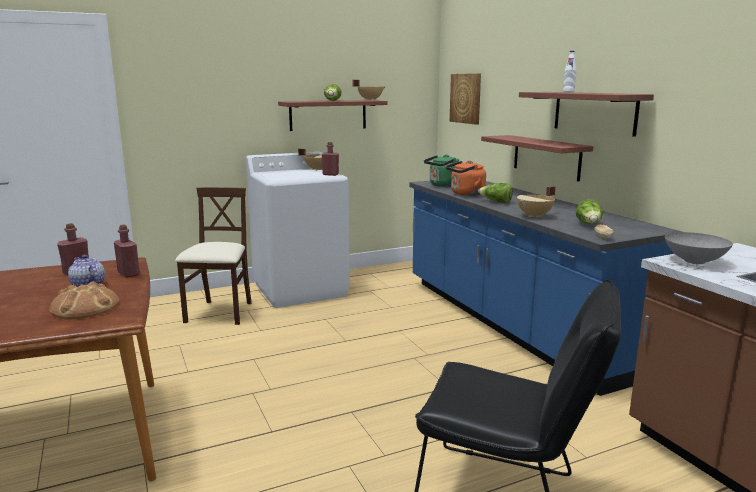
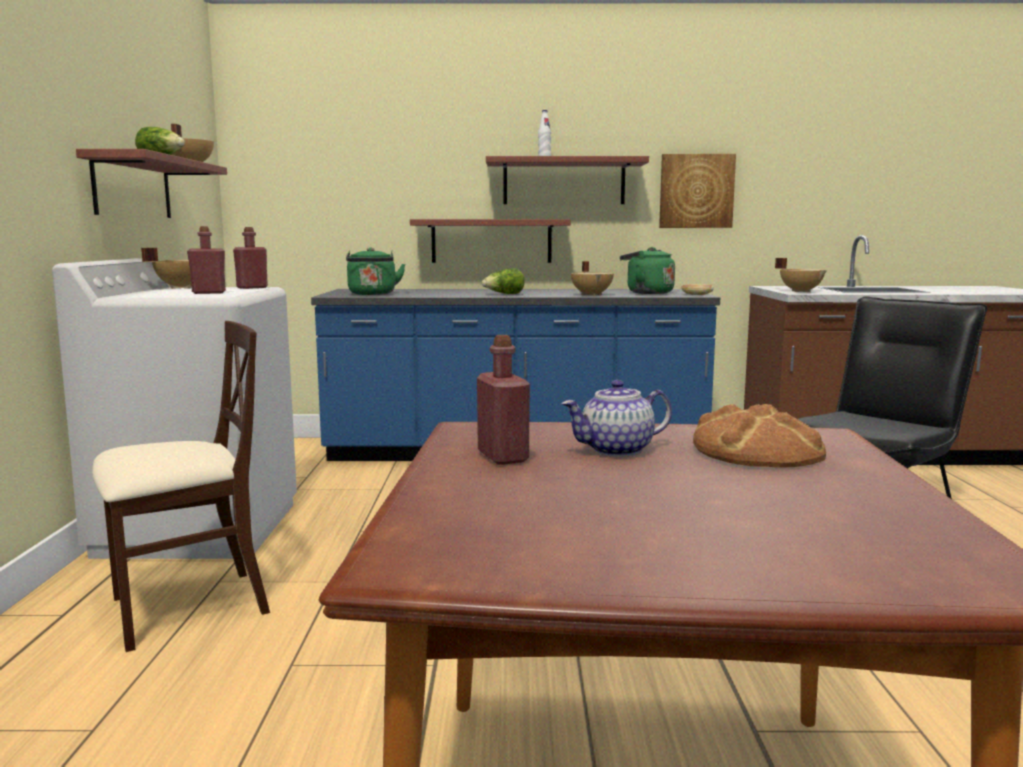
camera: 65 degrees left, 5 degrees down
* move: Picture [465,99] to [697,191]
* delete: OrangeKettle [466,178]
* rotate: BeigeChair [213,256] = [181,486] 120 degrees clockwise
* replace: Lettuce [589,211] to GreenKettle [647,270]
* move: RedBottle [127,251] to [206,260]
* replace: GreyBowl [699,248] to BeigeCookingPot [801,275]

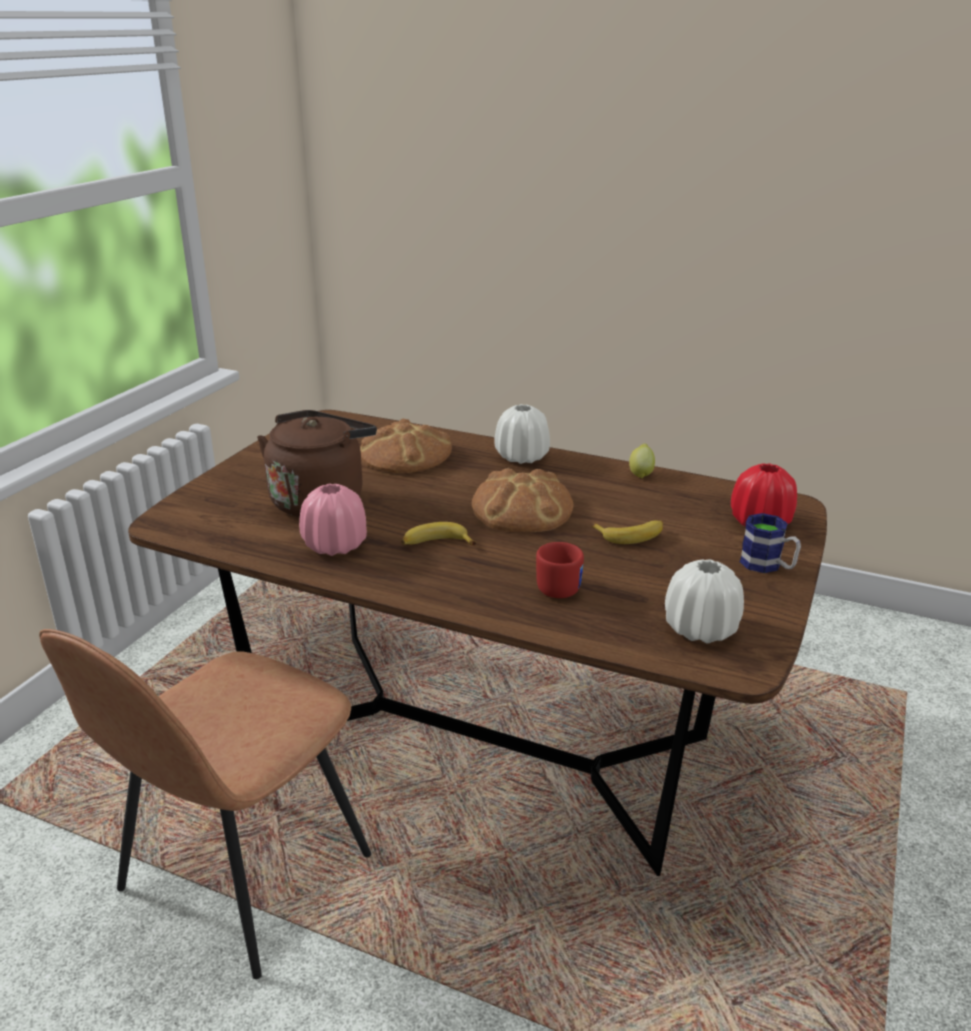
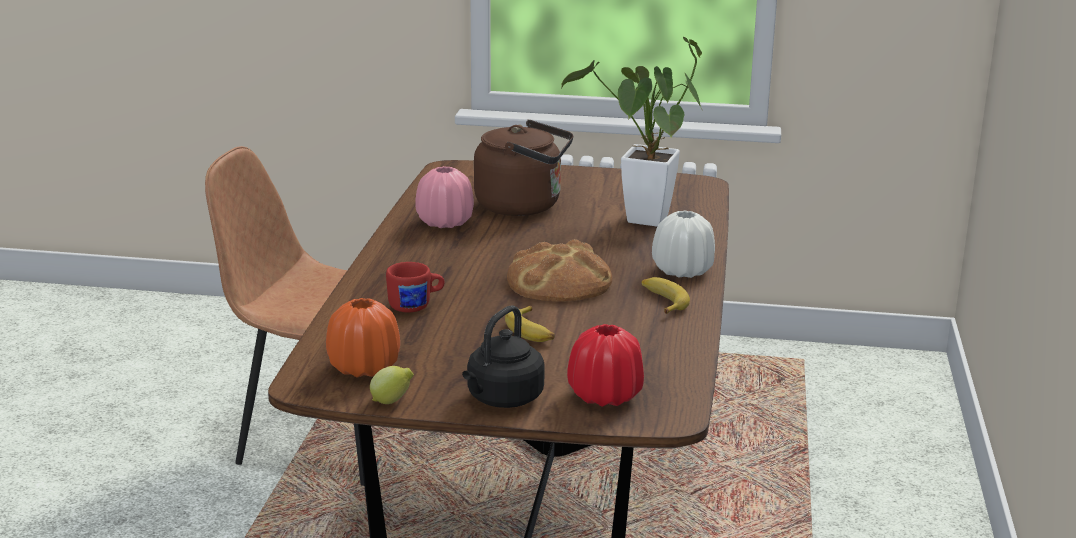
camera: 75 degrees right, 5 degrees down
* replace: Bread [406,445] to PottedPlant [631,132]
* move: Lemon [642,461] to [392,385]
* replace: Mug [770,543] to BlackKettle [503,356]
* move: Banana [438,533] to [665,295]
* recolor: WhiteVase [704,601] to OrangeVase [363,337]

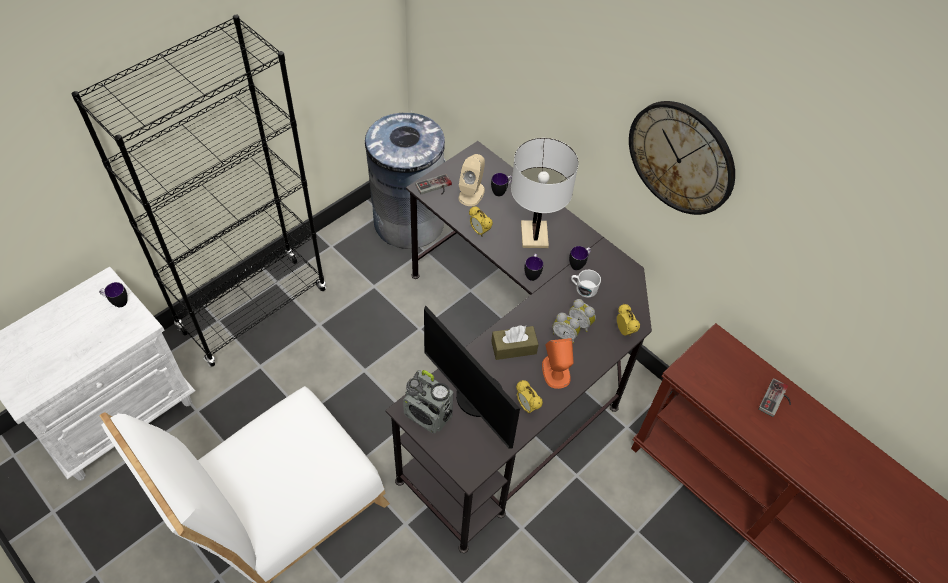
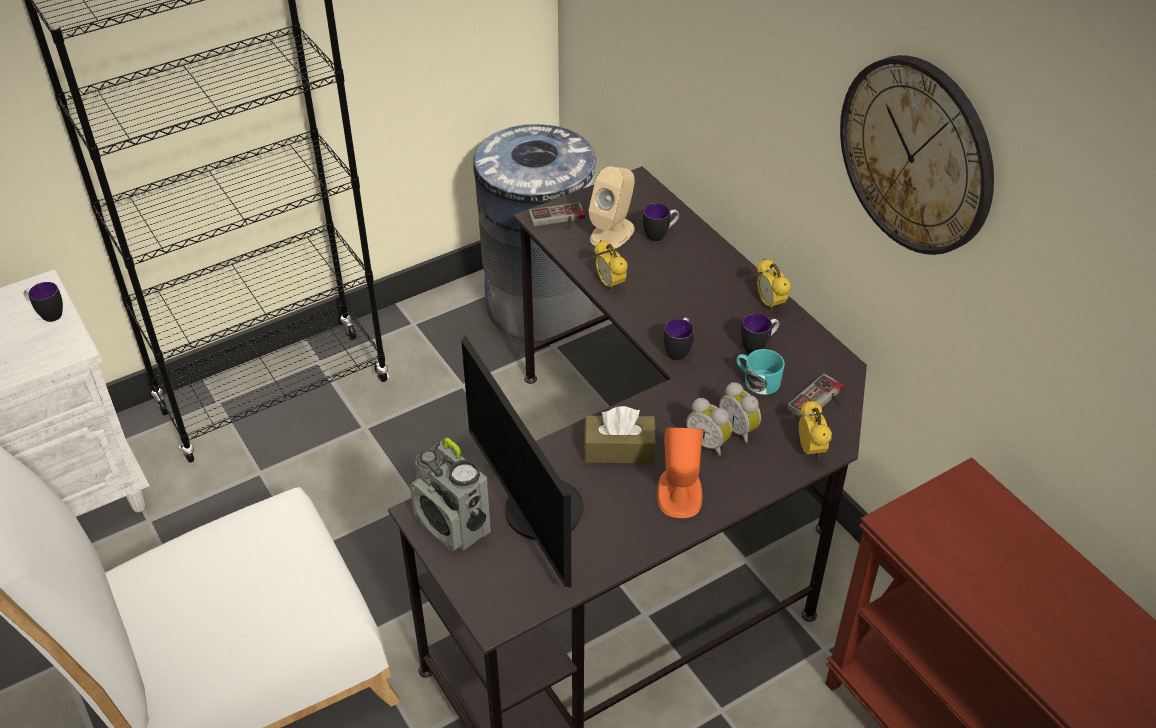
camera: 15 degrees right, 10 degrees down
* delete: WhiteTableLamp [545,193]
* recolor: WhiteMug [586,283] to TurquoiseMug [760,372]
* move: GameController [774,397] to [815,395]
* move: AlarmClock [529,397] to [774,285]

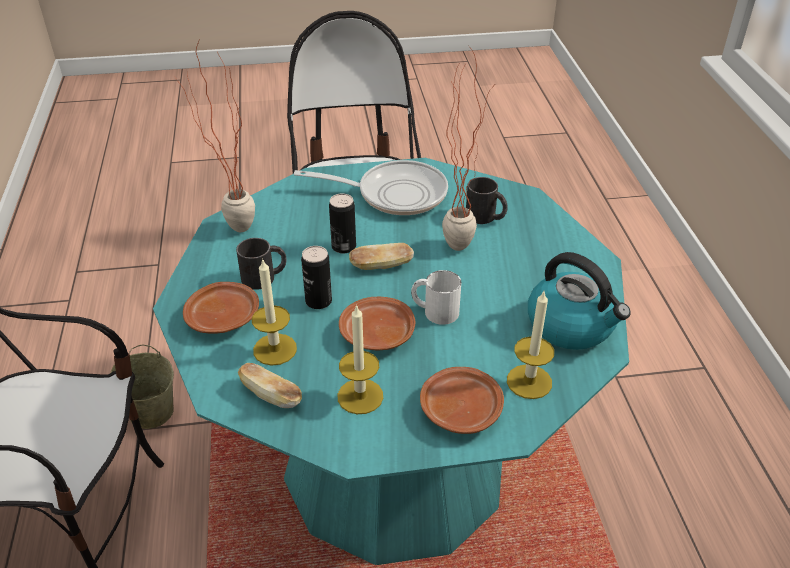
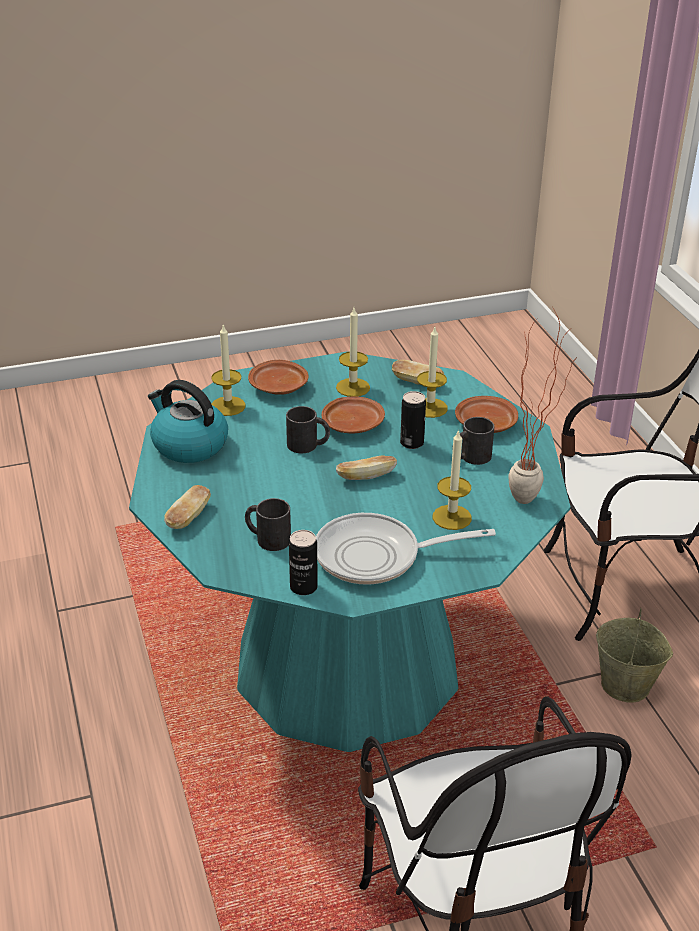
camera: 170 degrees right, 5 degrees down
* delete: PottedPlant [467,148]
* move: Can [342,223] to [303,562]
* recolor: WhiteMug [436,297] to BlackMug [308,429]
* insert: Candle [452,479]
* insert: Bread [187,507]

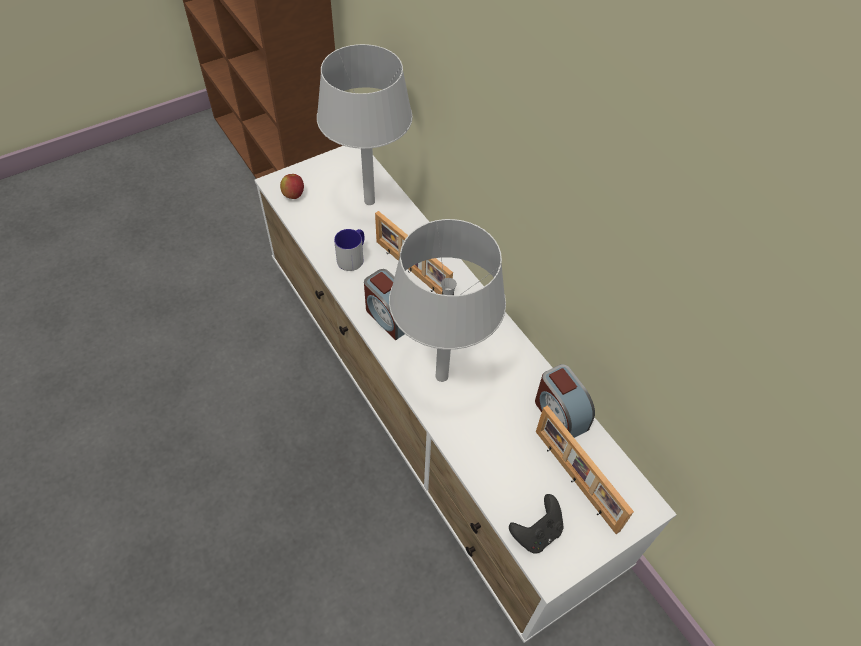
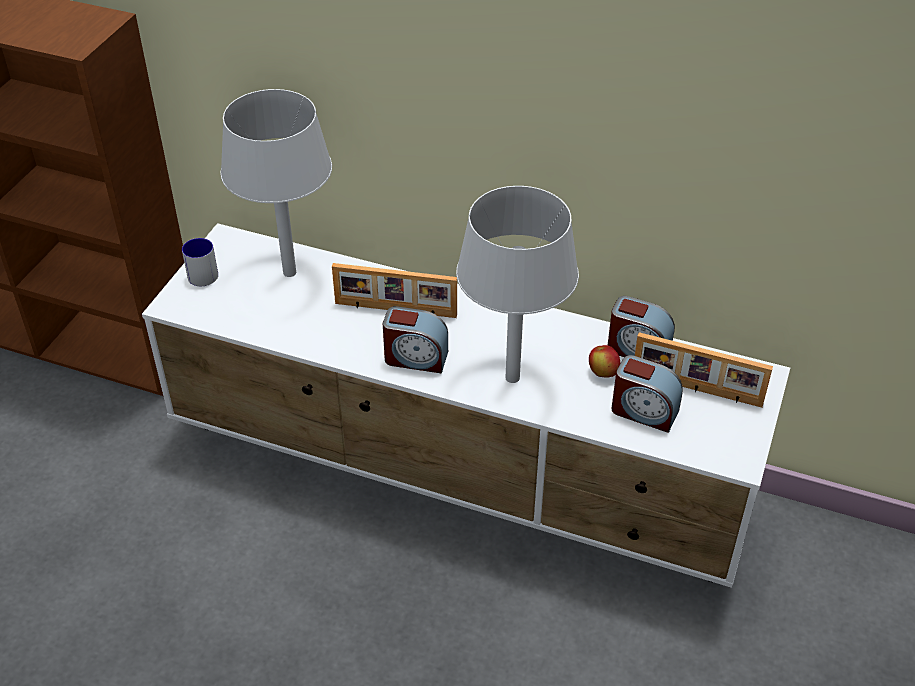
camera: 35 degrees left, 10 degrees down
* move: Apple [292,186] to [604,361]
* move: Mug [349,250] to [200,262]
* delete: BlackGameController [536,524]
* insert: AlarmClock [647,394]

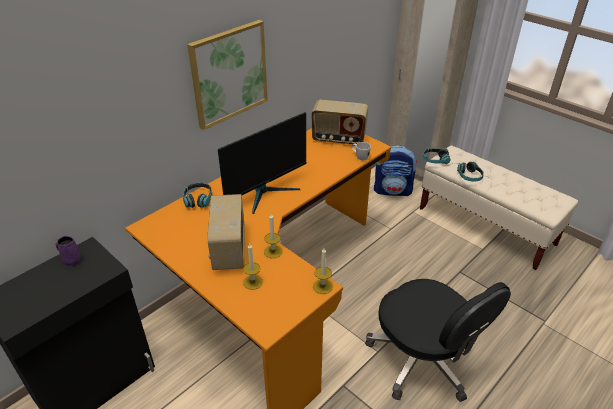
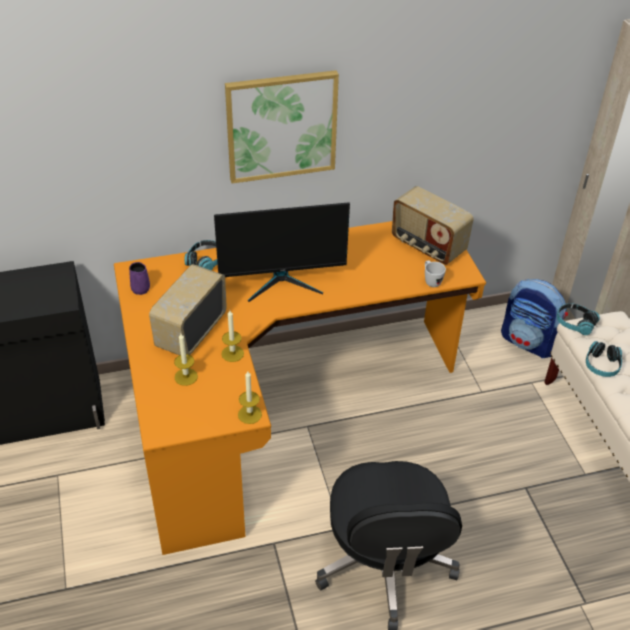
camera: 30 degrees right, 5 degrees up
* move: PurpleMug [68,251] to [139,278]

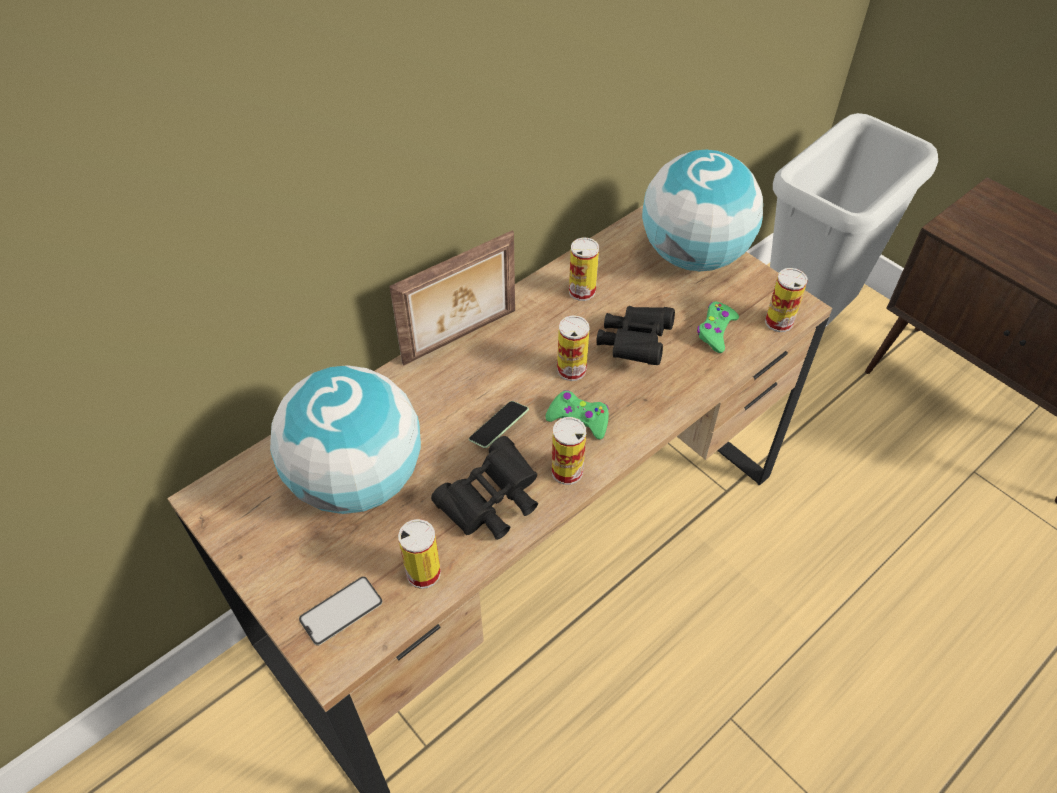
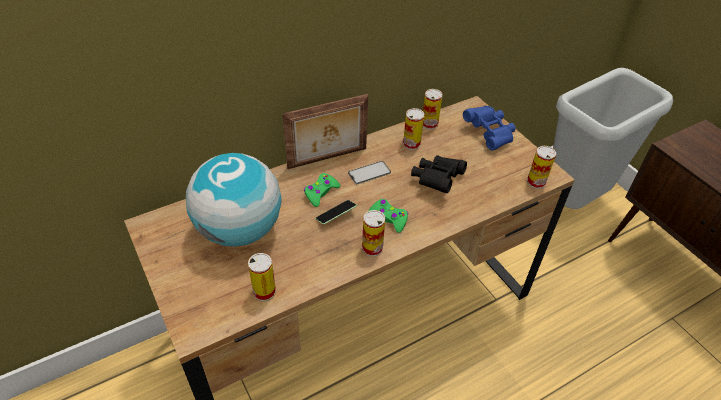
camera: 10 degrees right, 5 degrees down
* replace: Globe [702,210] to BlueBinoculars [489,128]
* move: GreenGameController [718,327] to [322,190]
* move: Can [573,348] to [433,109]
* delete: BlackBinoculars [484,488]
* move: Phone [341,611] to [369,172]

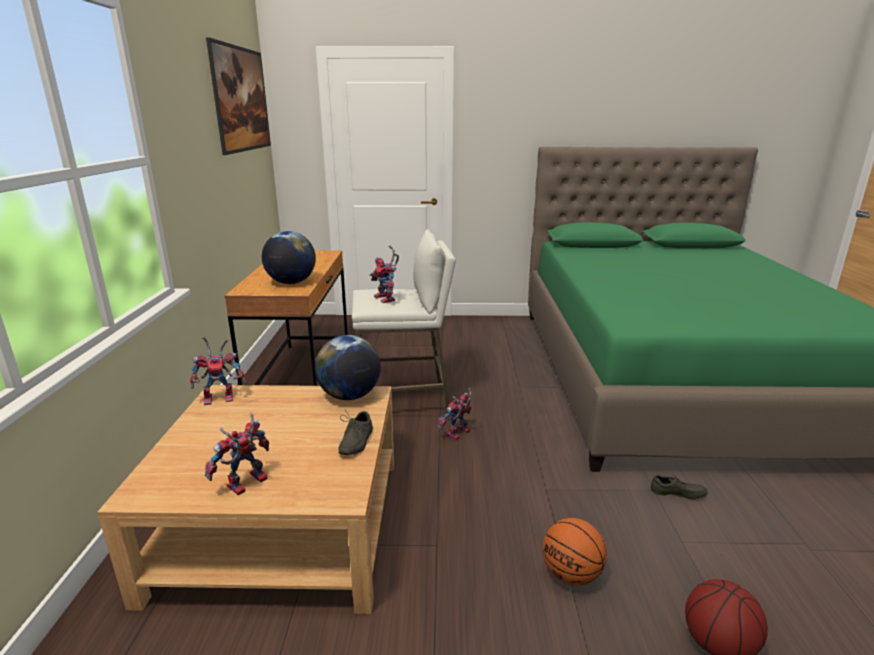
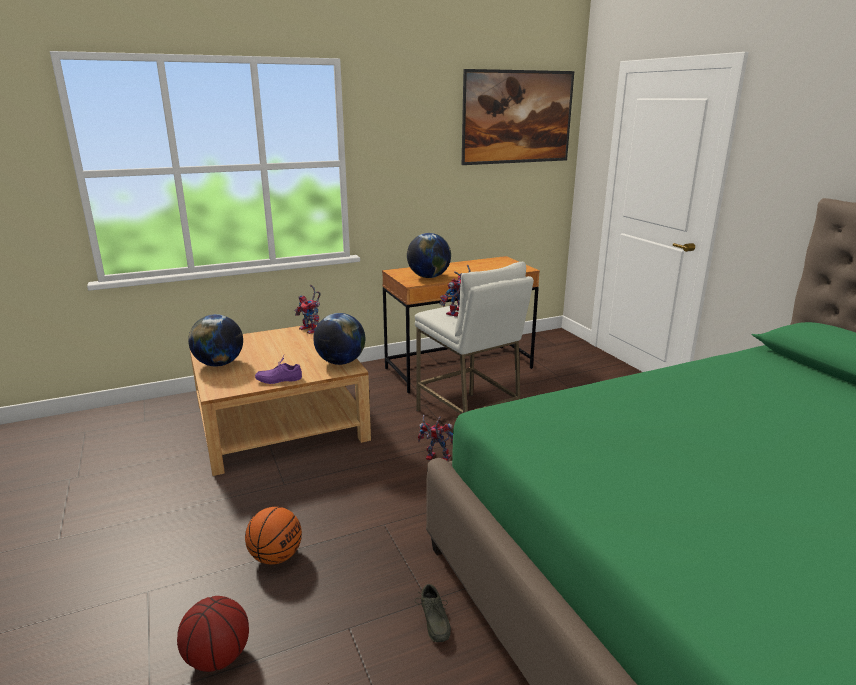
camera: 65 degrees right, 0 degrees up
* recolor: GreyShoe [355,432] to PurpleShoe [278,370]
* replace: ToyRobot [237,454] to Globe [215,340]

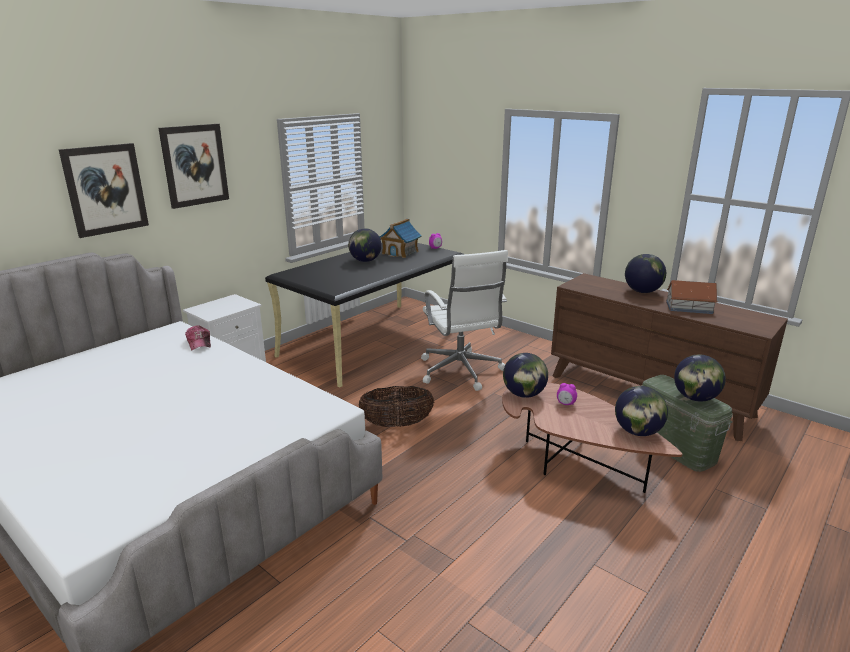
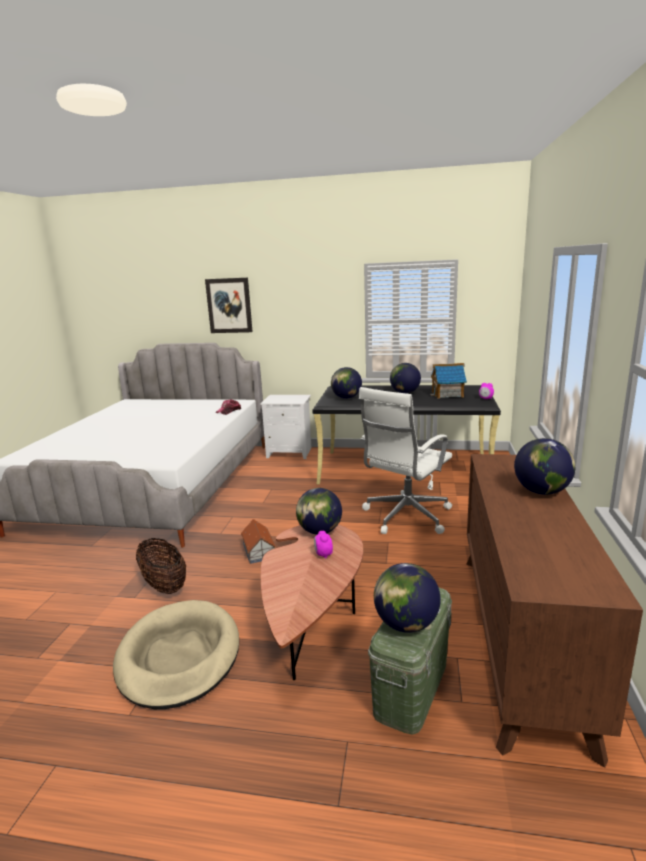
camera: 60 degrees right, 5 degrees down
* delete: Picture [193,166]
* move: ToyHouse [692,297] to [258,541]
* move: Basket [396,406] to [161,566]
* move: Globe [641,411] to [346,383]
* insert: BeigeDogBed [176,654]

